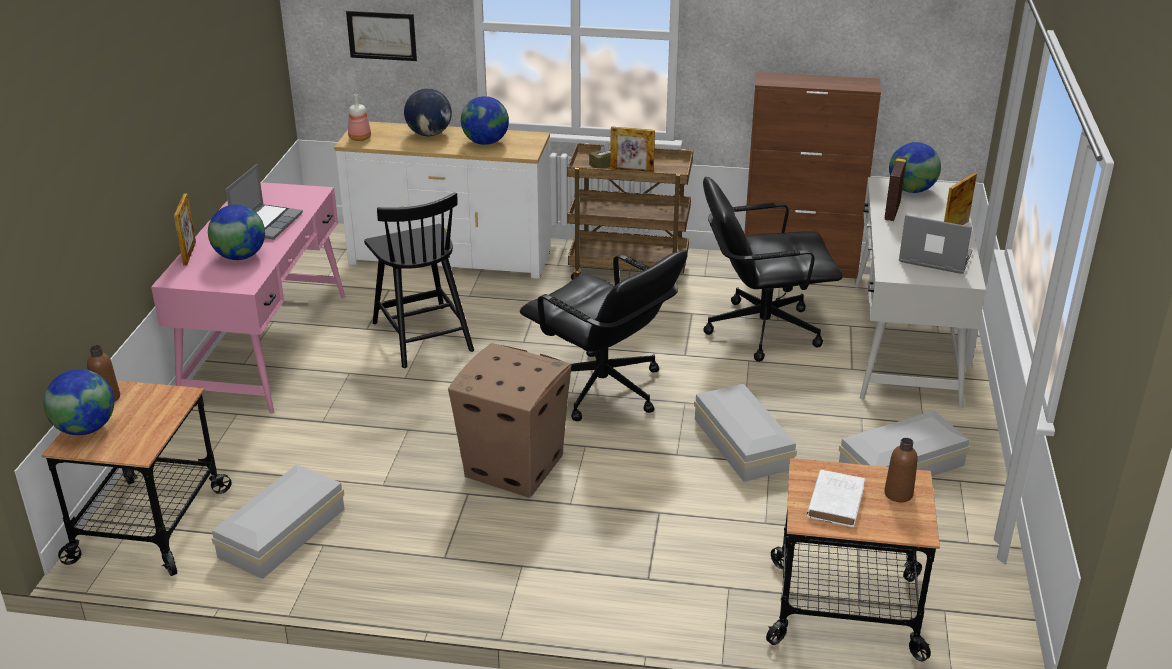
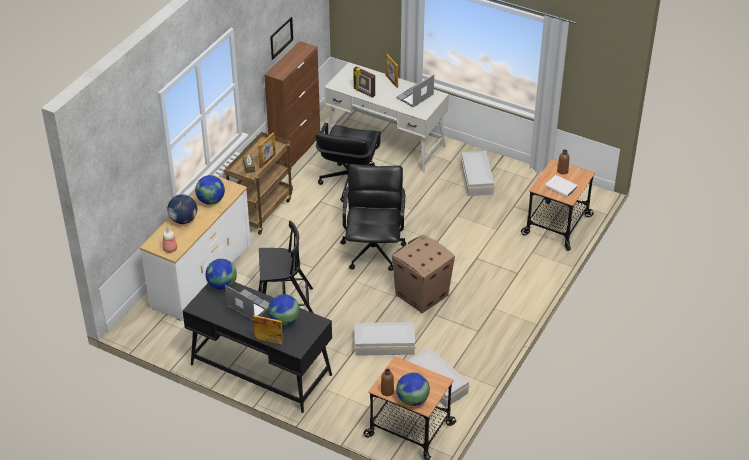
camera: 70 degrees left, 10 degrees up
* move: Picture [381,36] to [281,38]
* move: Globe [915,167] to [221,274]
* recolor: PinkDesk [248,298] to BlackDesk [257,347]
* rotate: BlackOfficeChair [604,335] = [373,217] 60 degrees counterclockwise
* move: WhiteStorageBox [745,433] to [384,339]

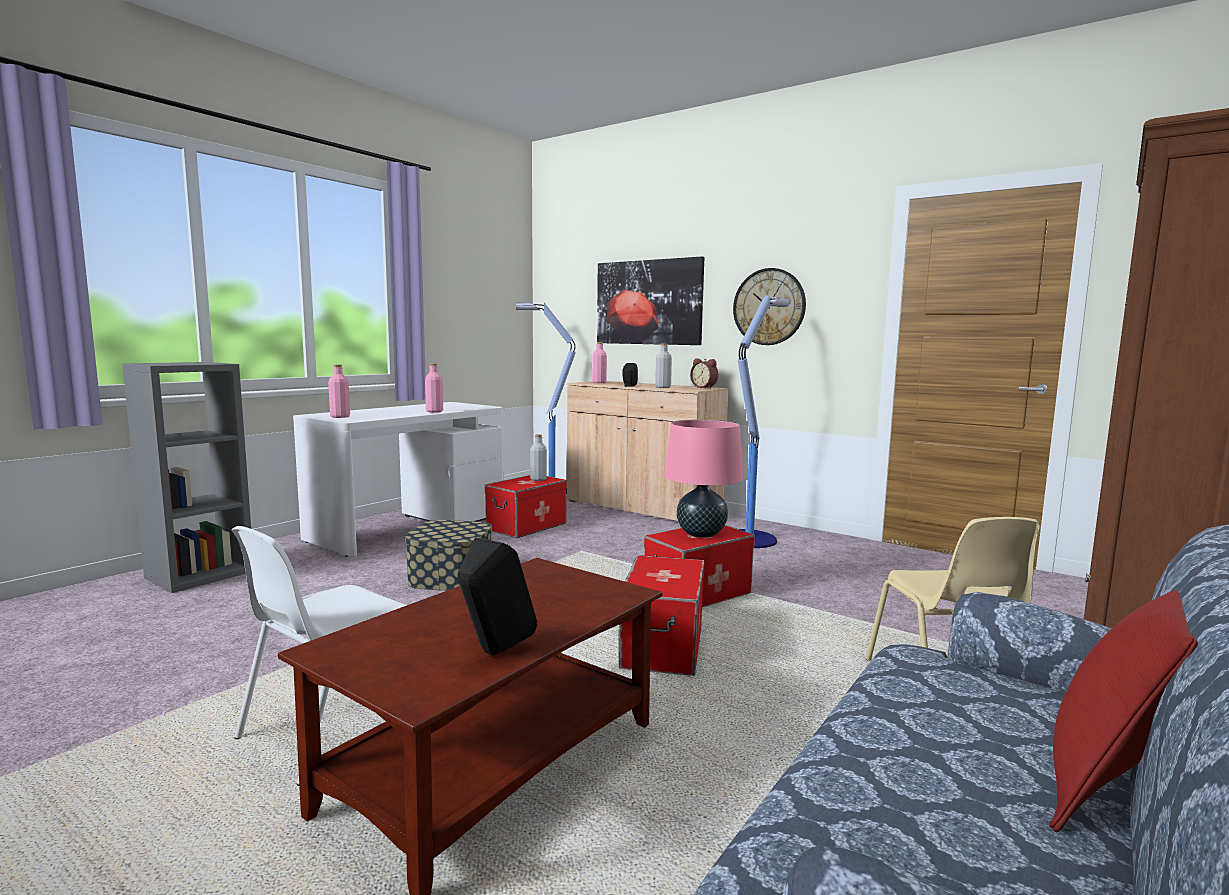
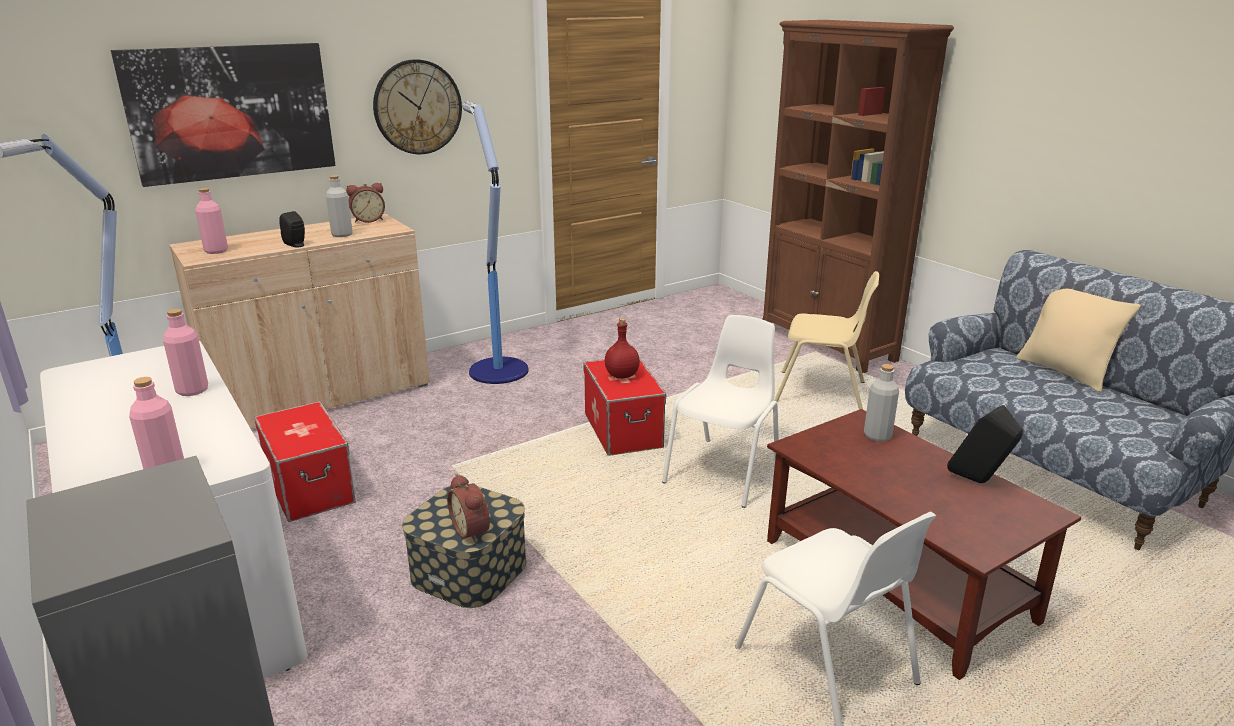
camera: 70 degrees left, 15 degrees up
* replace: PinkTableLamp [703,479] to RedBottle [622,348]
* move: GreyBottle [538,457] to [881,403]
* replace: StorageBox [662,615] to WhiteChair [720,411]
* recolor: RedPillow [1123,711] to BeigePillow [1079,340]
* insert: AlarmClock [468,508]

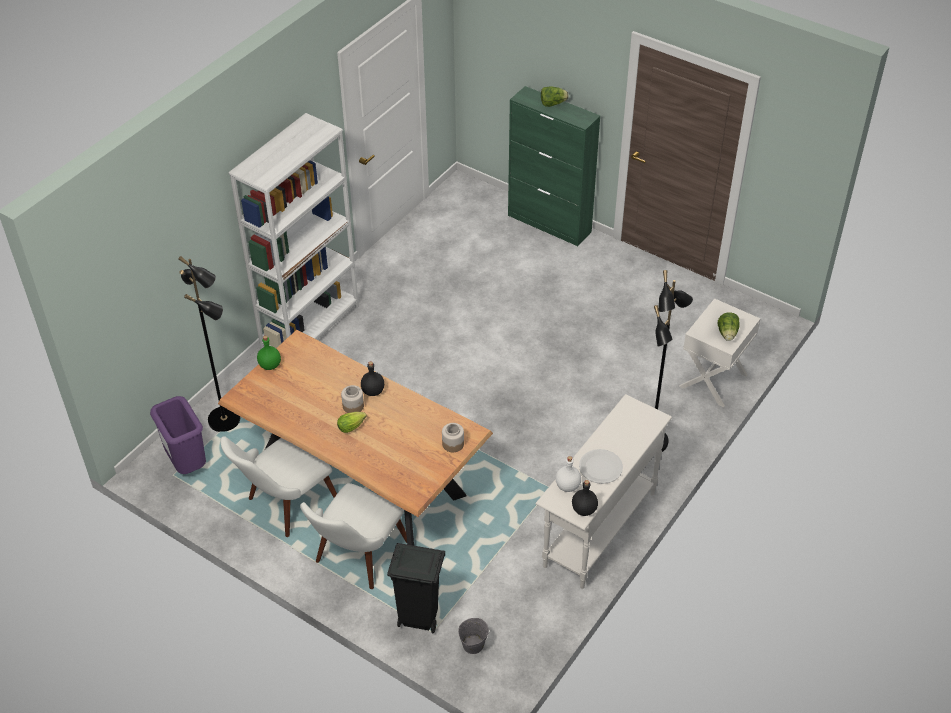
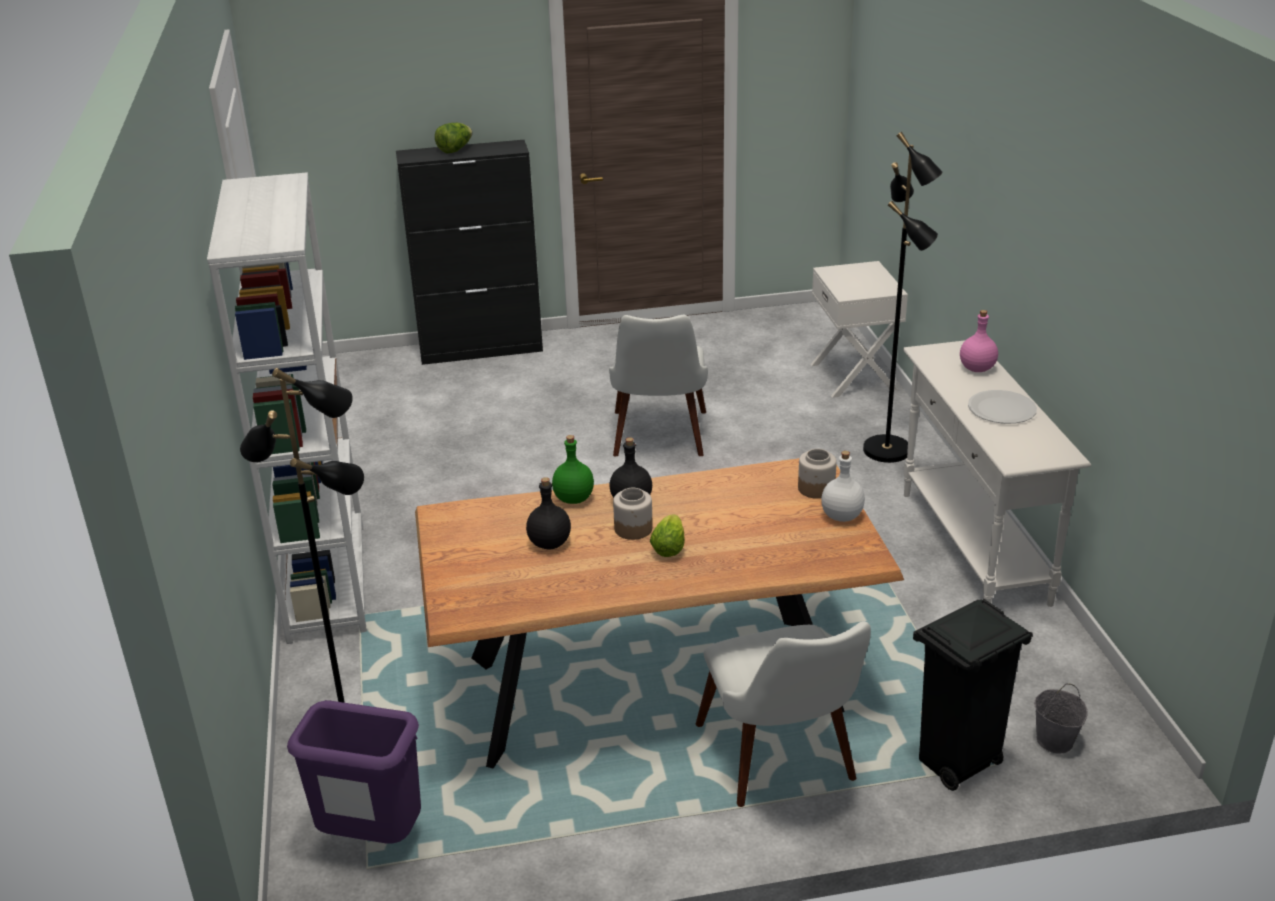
camera: 45 degrees left, 15 degrees down
* recolor: GreenCabinet [554,166] to BlackCabinet [469,252]
* delete: Lettuce [729,326]
* move: GreenBottle [269,353] to [573,469]
* move: WhiteChair [278,486] to [658,385]
* move: WhiteBottle [568,474] to [843,486]
* move: BlackBottle [585,498] to [548,513]
* insert: PinkBottle [979,341]

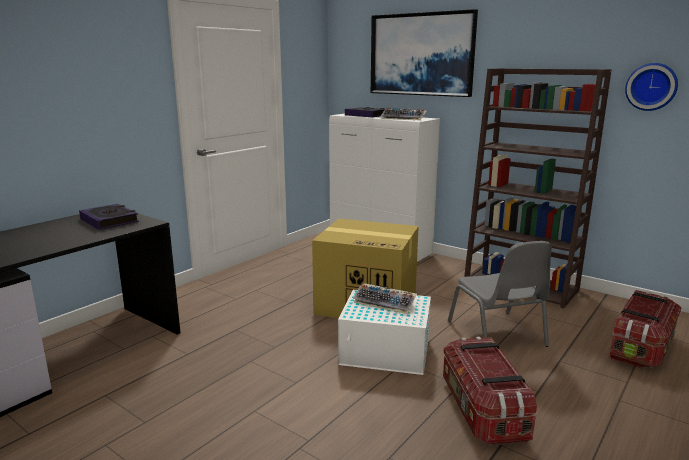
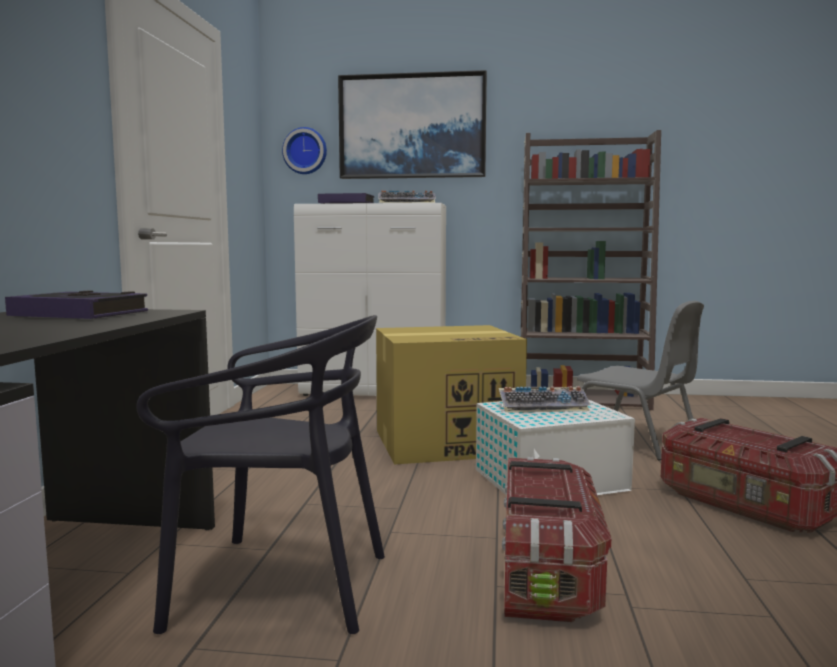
camera: 30 degrees left, 10 degrees down
* move: WallClock [651,87] to [304,150]
* move: StorageBox [646,329] to [556,539]
* insert: BlackChair [260,474]

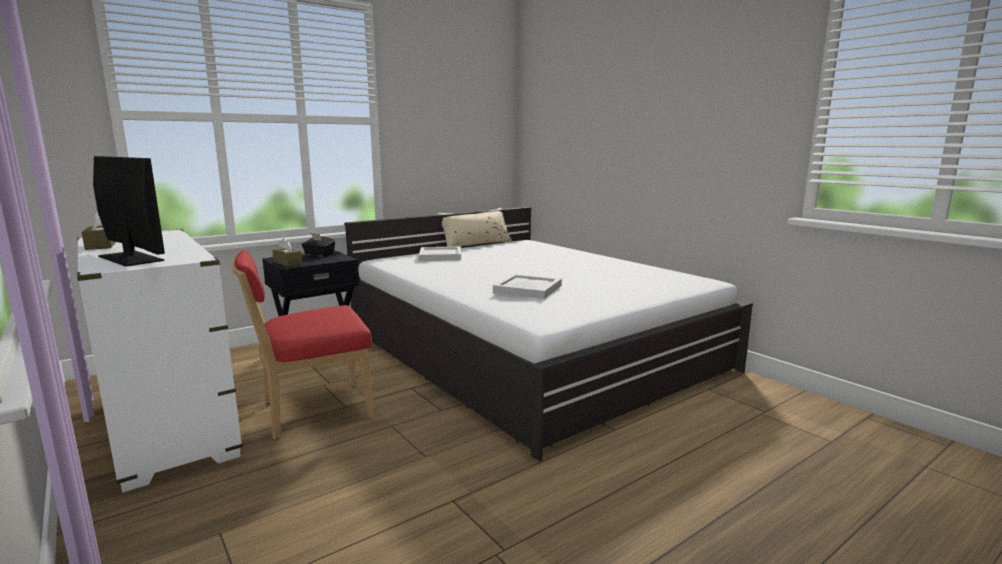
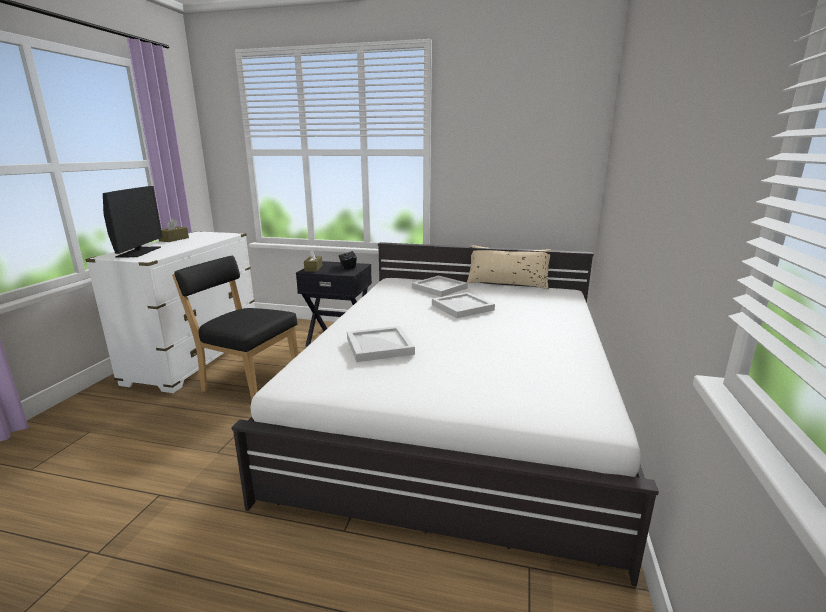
camera: 50 degrees right, 5 degrees up
* recolor: RedChair [303,345] to BlackChair [235,328]
* insert: WhiteTray [463,305]

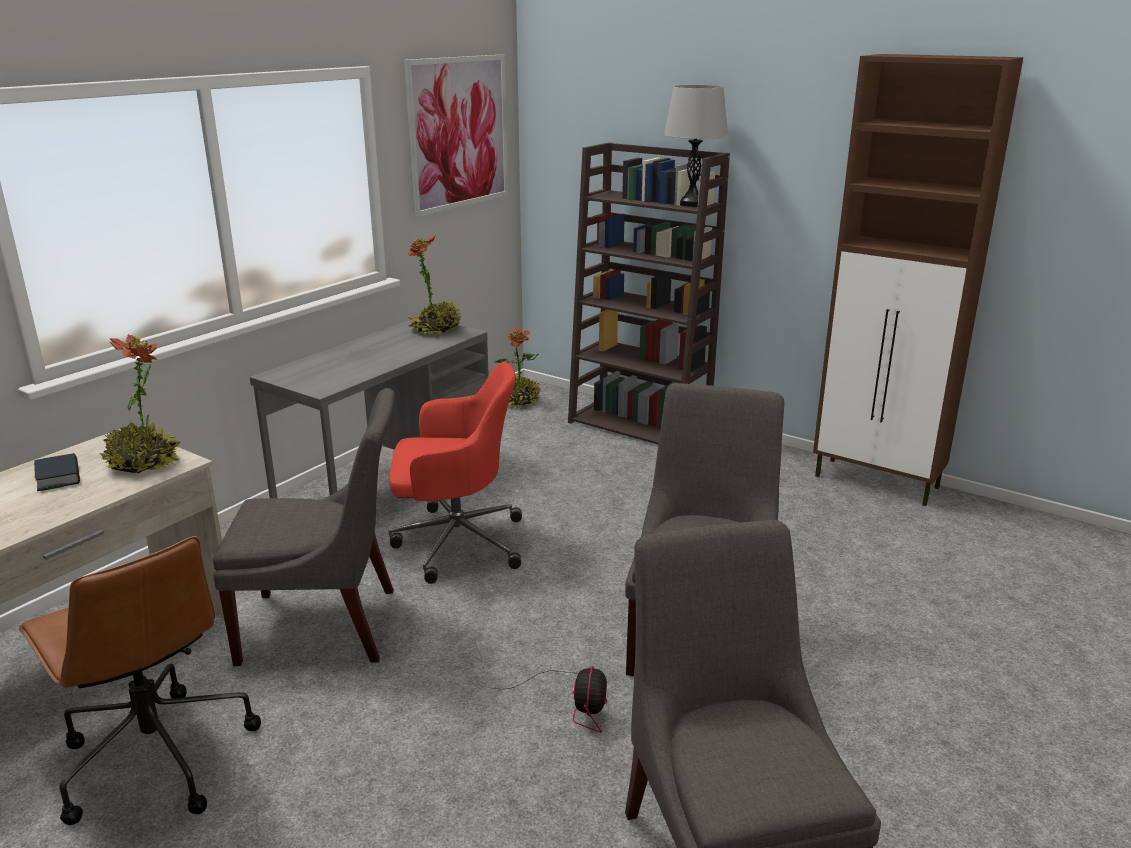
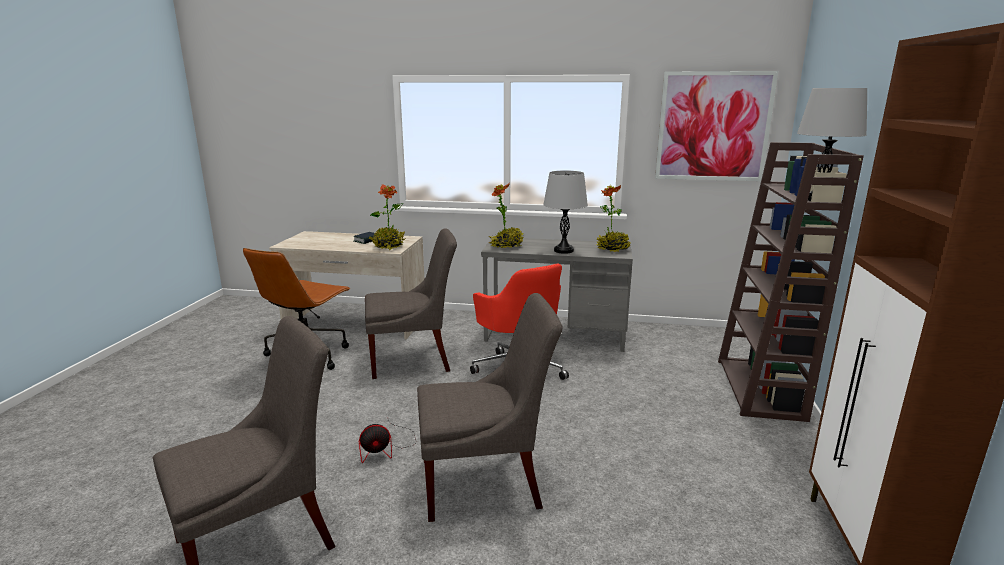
camera: 65 degrees right, 5 degrees down
* move: PottedPlant [518,367] to [506,215]
* rotate: GreyChair [304,527] = [411,303] 75 degrees counterclockwise
* insert: GreyTableLamp [565,212]

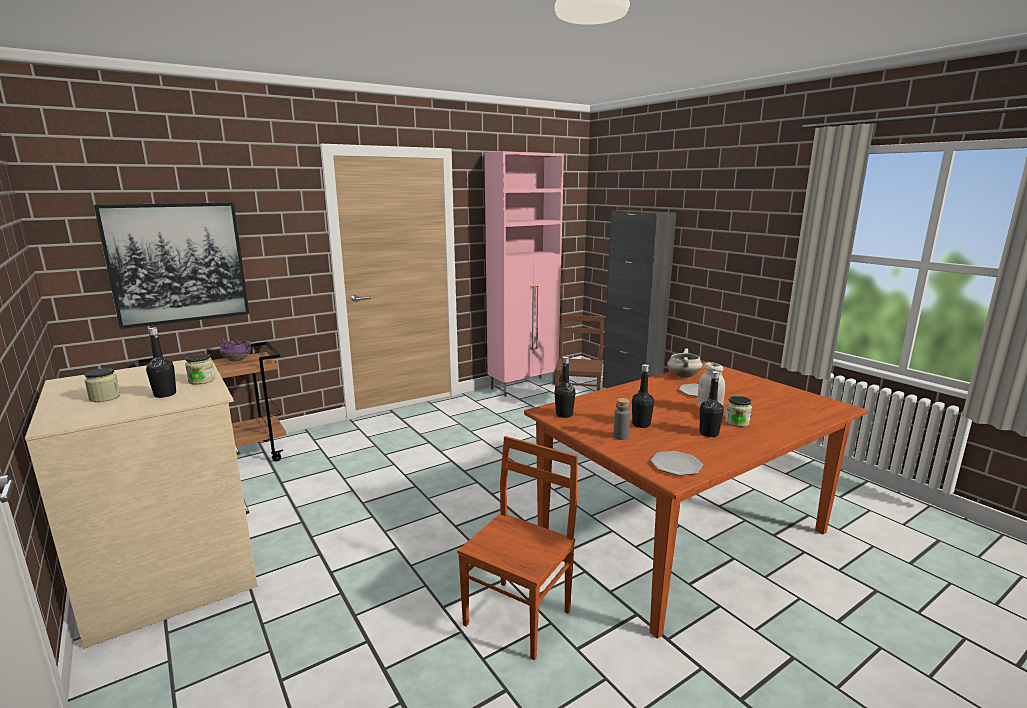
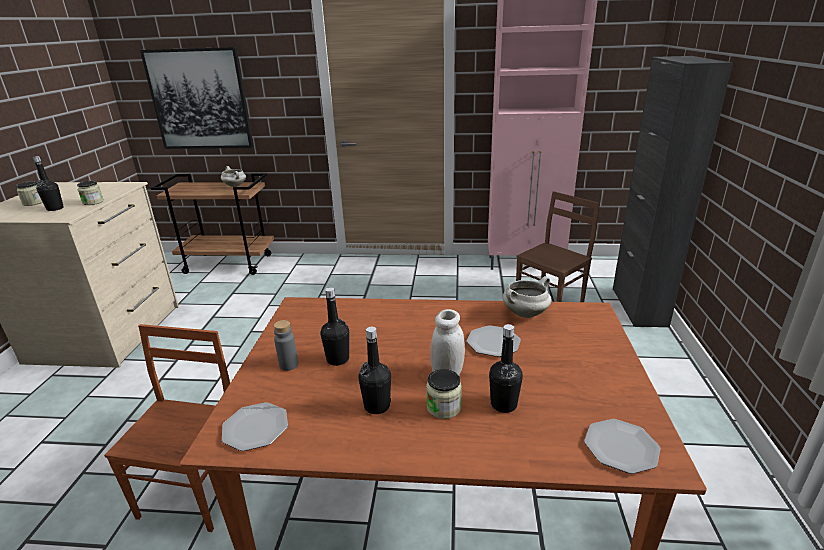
camera: 40 degrees right, 10 degrees up
* recolor: PurpleCookingPot [235,350] to WhiteCookingPot [233,176]
* move: BlackBottle [565,387] to [506,368]
* rotate: BrownChair [517,548] = [167,428] 60 degrees counterclockwise
* insert: Plate [622,446]

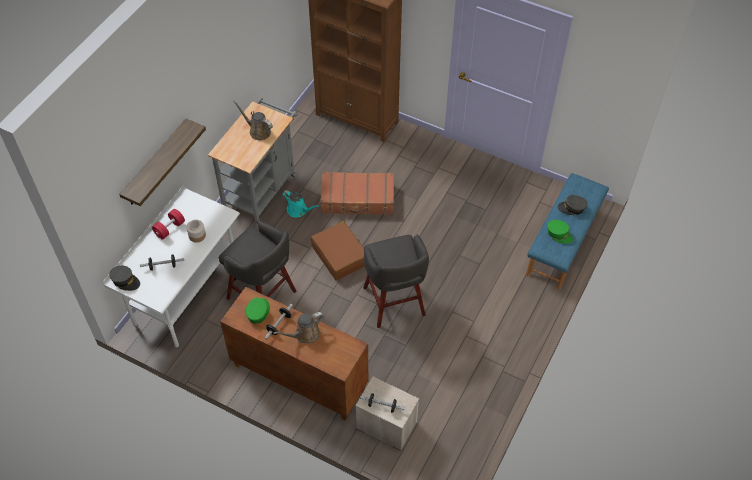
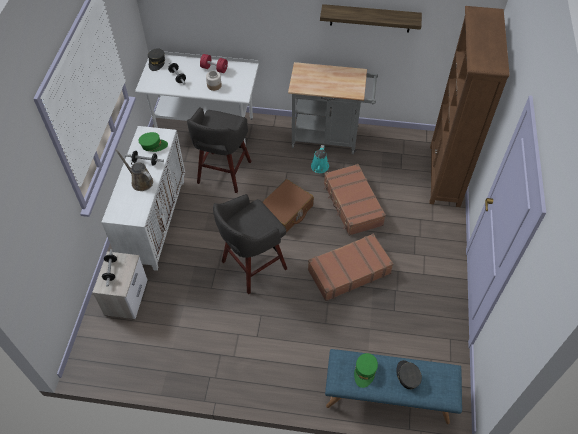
camera: 70 degrees right, 0 degrees up
* delete: BrownWateringCan [253,120]
* move: Shelf [162,162] to [371,18]
* recolor: BrownCabinet [294,354] to WhiteCabinet [143,198]
* insert: BrownSuitcase [351,267]

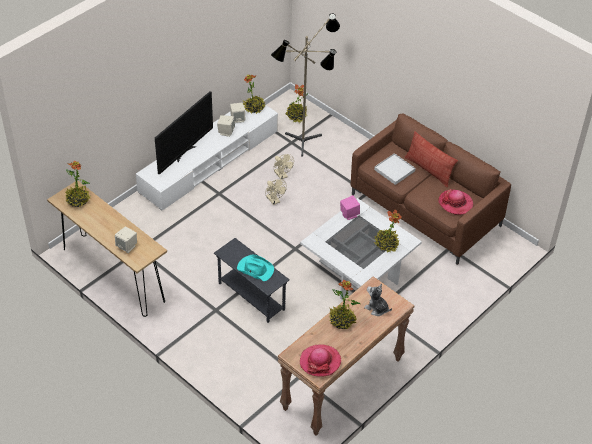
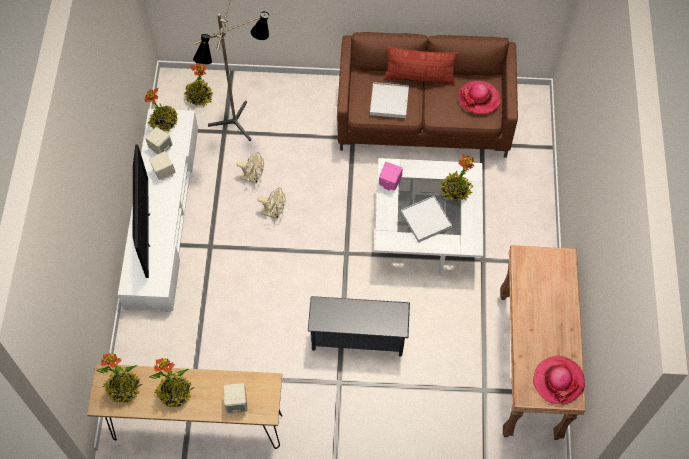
camera: 40 degrees left, 15 degrees up
* delete: TurquoiseHat [255,268]
* move: PottedPlant [344,304] to [171,383]
* delete: PlushToy [378,299]
* insert: WhiteTray [426,219]

